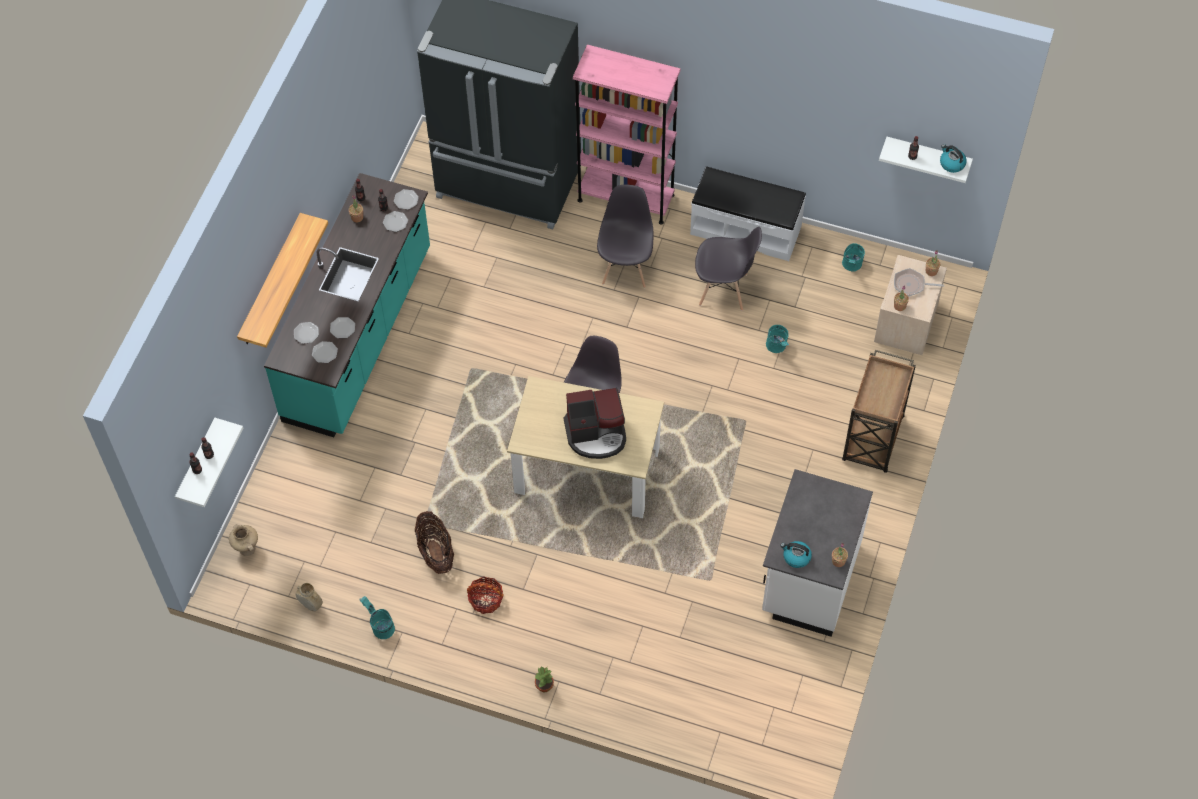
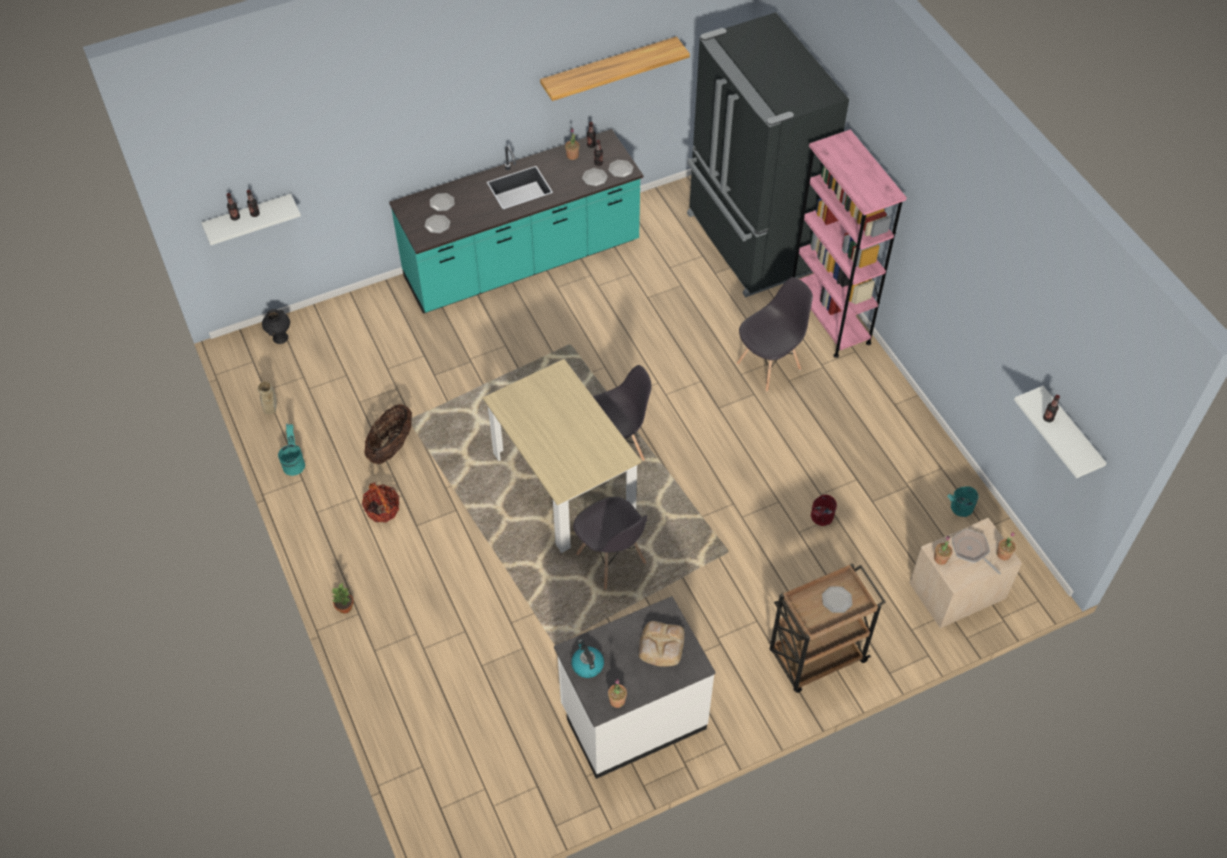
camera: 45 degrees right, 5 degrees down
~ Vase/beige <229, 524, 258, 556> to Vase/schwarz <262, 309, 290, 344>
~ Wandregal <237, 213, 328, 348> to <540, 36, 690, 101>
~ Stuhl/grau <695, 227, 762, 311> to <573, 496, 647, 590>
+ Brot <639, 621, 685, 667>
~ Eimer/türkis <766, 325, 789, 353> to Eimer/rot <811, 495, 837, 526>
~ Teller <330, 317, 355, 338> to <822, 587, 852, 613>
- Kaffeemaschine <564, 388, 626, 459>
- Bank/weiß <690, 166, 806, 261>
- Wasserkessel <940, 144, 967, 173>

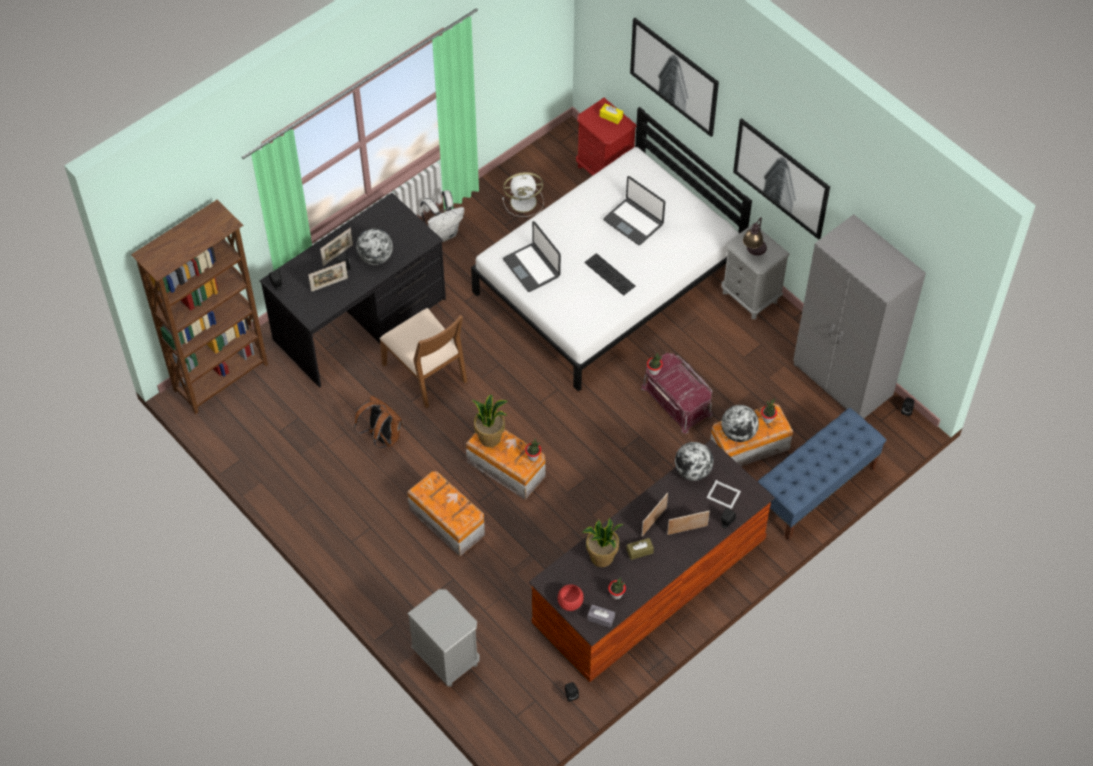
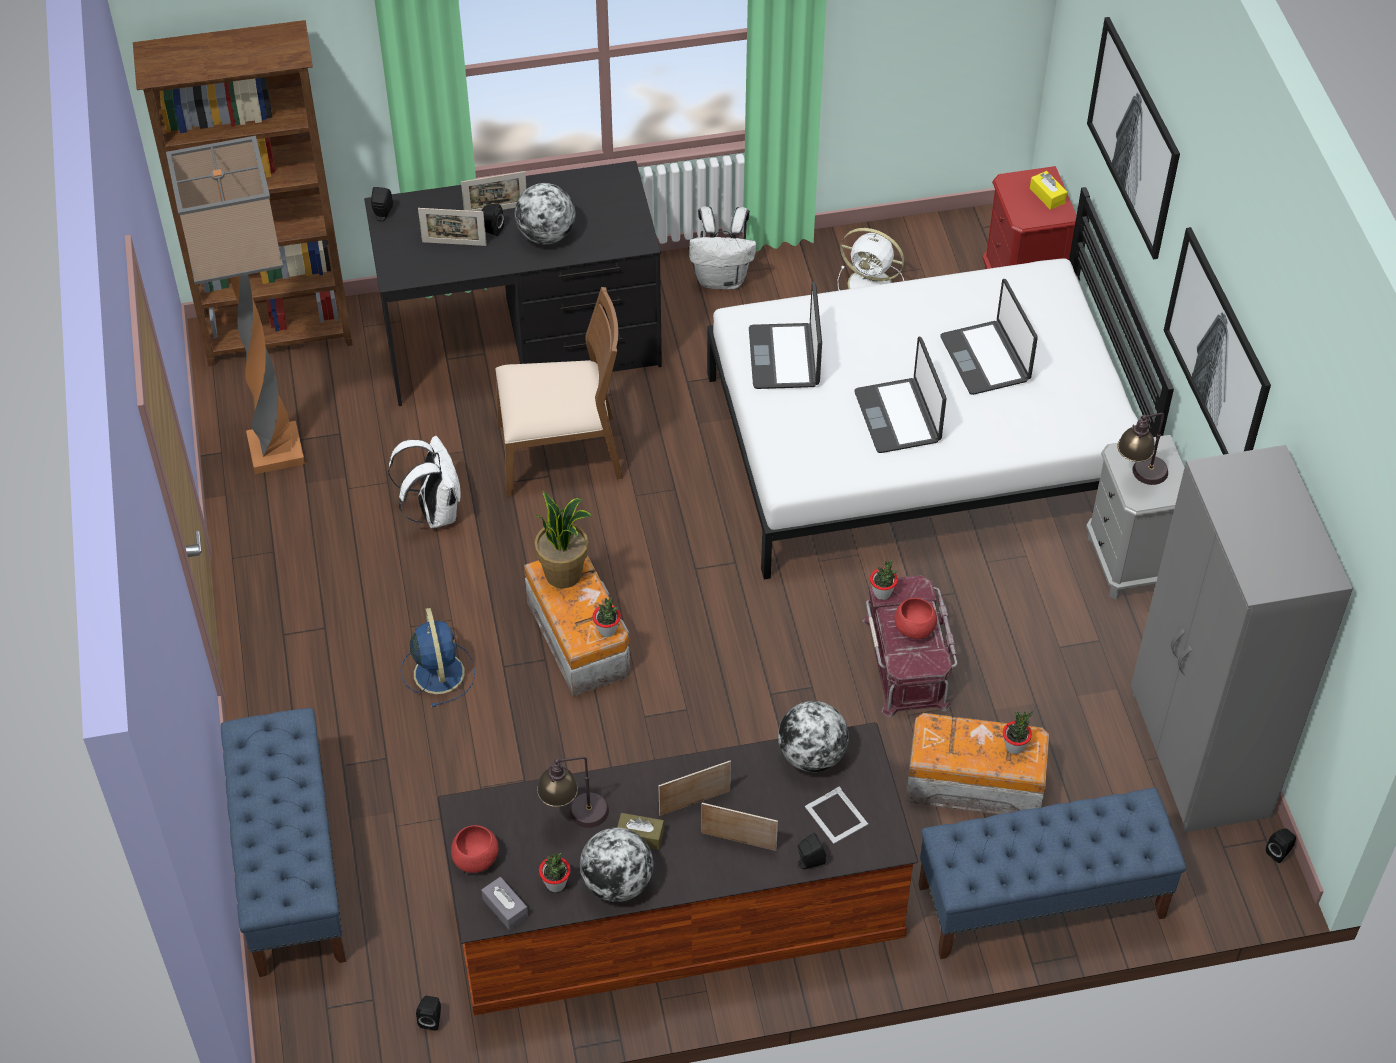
camera: 30 degrees right, 5 degrees down
+ Stehlampe <166, 136, 305, 474>
~ Nachttisch/grau <407, 589, 480, 687> to Bank/blau <221, 708, 346, 977>
~ Rucksack/braun <354, 395, 404, 448> to Rucksack/weiß <388, 436, 461, 528>
~ Aufbewahrungsbox <407, 471, 485, 557> to Ventilator/blau <400, 608, 475, 707>
~ Stuhl/braun <379, 308, 467, 408> = <495, 287, 623, 497> 90 degrees counterclockwise
~ Topfpflanze <582, 518, 624, 567> to Tischlampe <537, 757, 609, 828>
~ Globus <721, 405, 759, 442> to <580, 828, 653, 902>
~ Tastatur <584, 253, 635, 296> to Laptop <854, 336, 947, 453>
+ Schüssel/rot <894, 598, 937, 639>

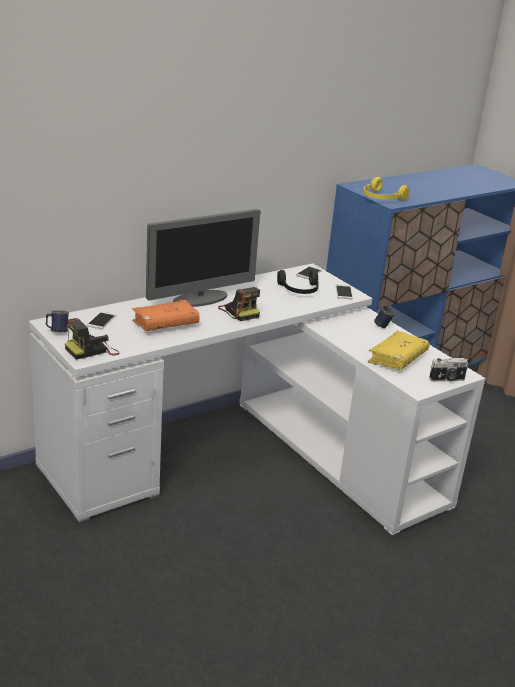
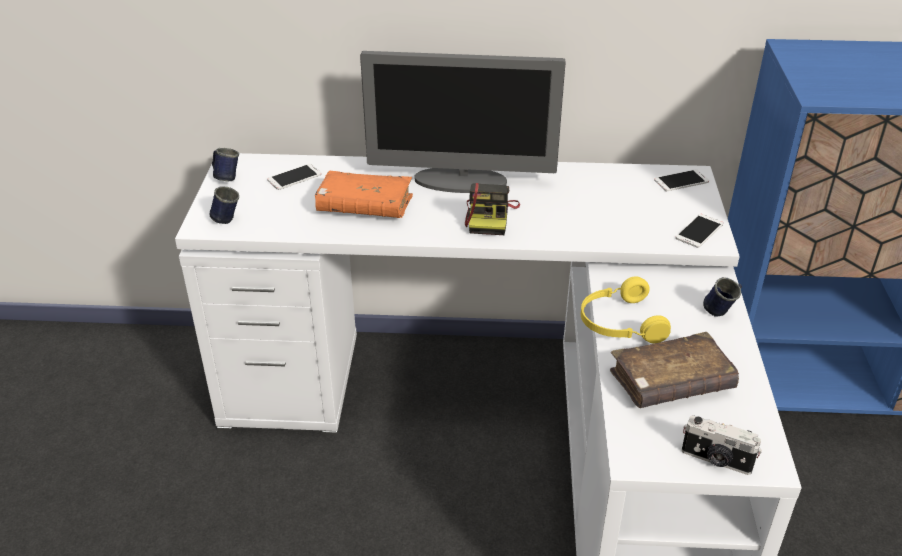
camera: 40 degrees right, 10 degrees up
~ Kamera <65, 318, 120, 360> to Henkelbecher/blau <209, 186, 239, 224>
~ Kopfhörer/gelb <363, 177, 410, 201> to <581, 276, 671, 343>
~ Buch/gelb <368, 331, 430, 370> to Buch/braun <610, 332, 739, 408>
- Kopfhörer/schwarz <277, 270, 319, 294>

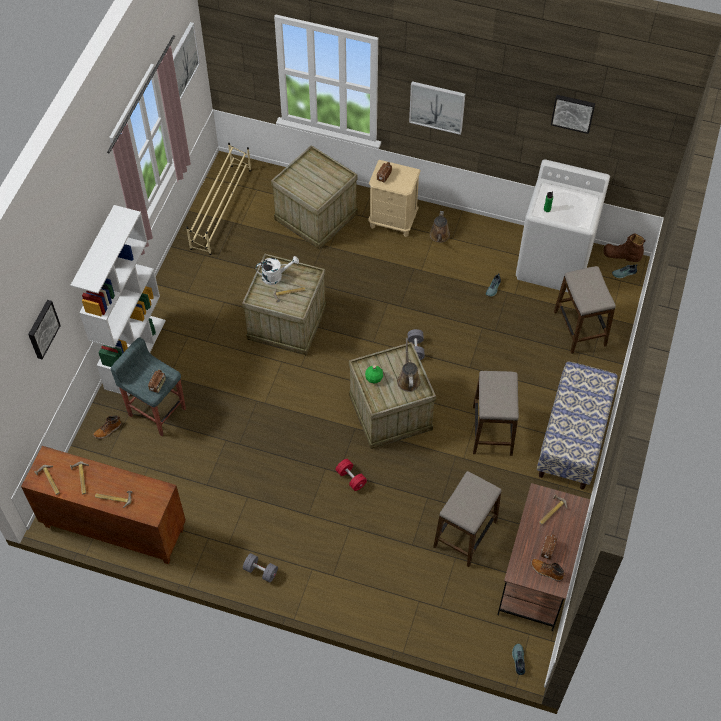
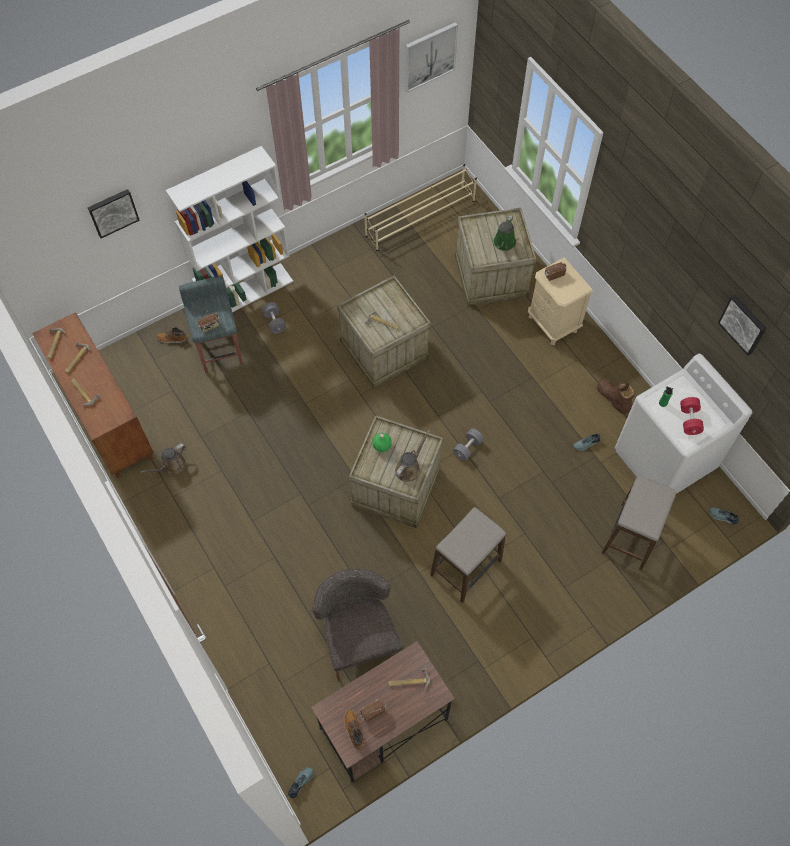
camera: 40 degrees right, 5 degrees up
~ Gießkanne/braun <430, 211, 450, 242> to <140, 443, 186, 475>
~ Hantel/grau <243, 553, 278, 582> to <262, 302, 286, 334>
~ Hocker <433, 471, 502, 567> to Stuhl/grau <312, 569, 402, 681>
+ Gießkanne/grün <493, 216, 516, 251>
~ Stiefel/braun <603, 234, 645, 262> to <597, 379, 635, 414>
~ Hantel/rot <336, 459, 367, 491> to <680, 397, 704, 435>
- Gießkanne/weiß <256, 256, 299, 285>
- Bild <409, 81, 465, 135>
- Bank <537, 361, 617, 490>

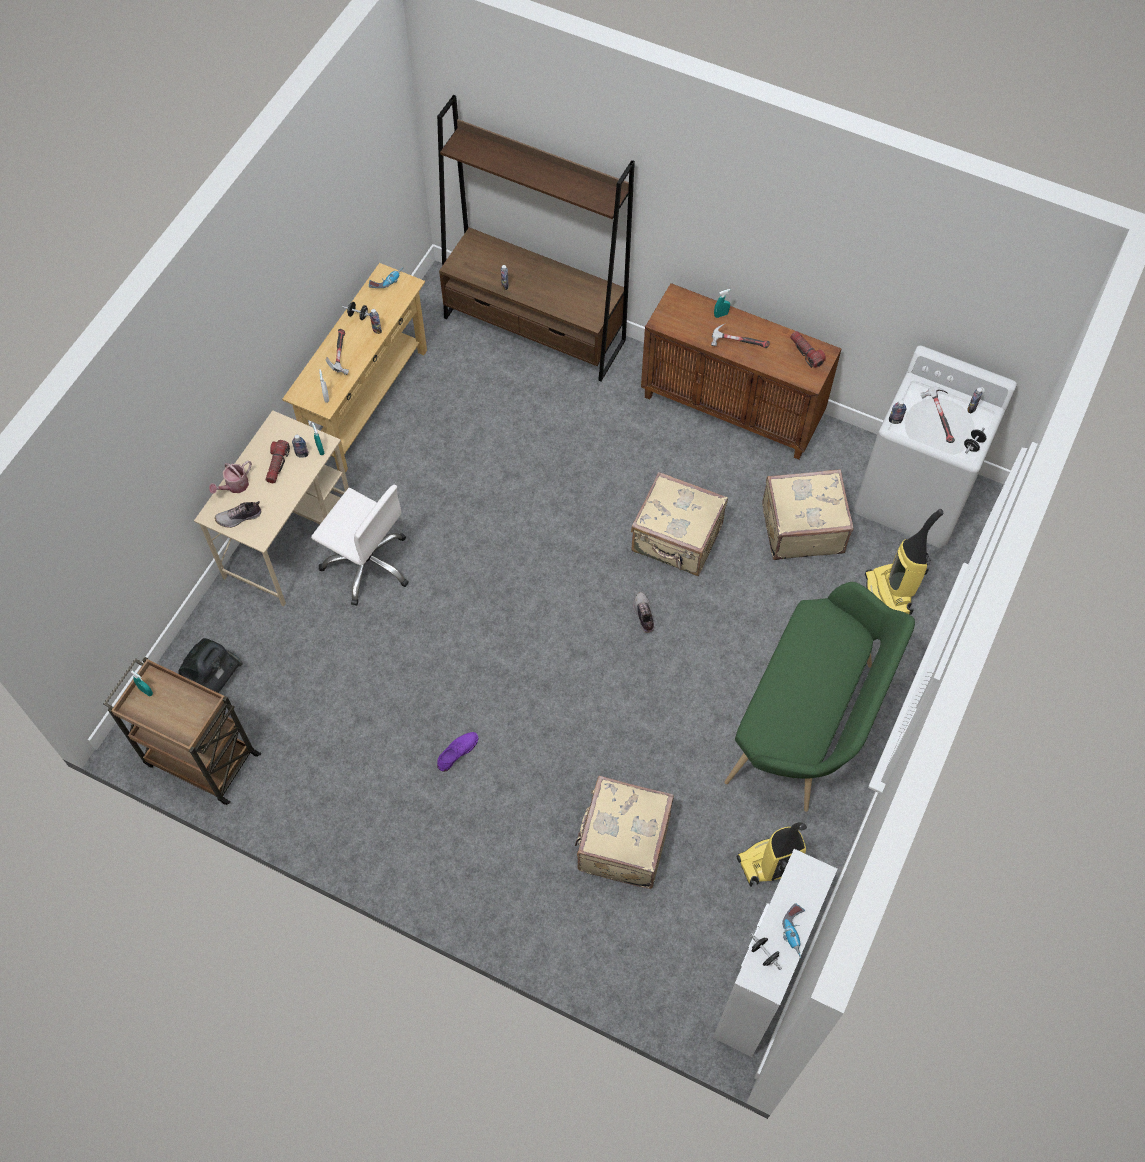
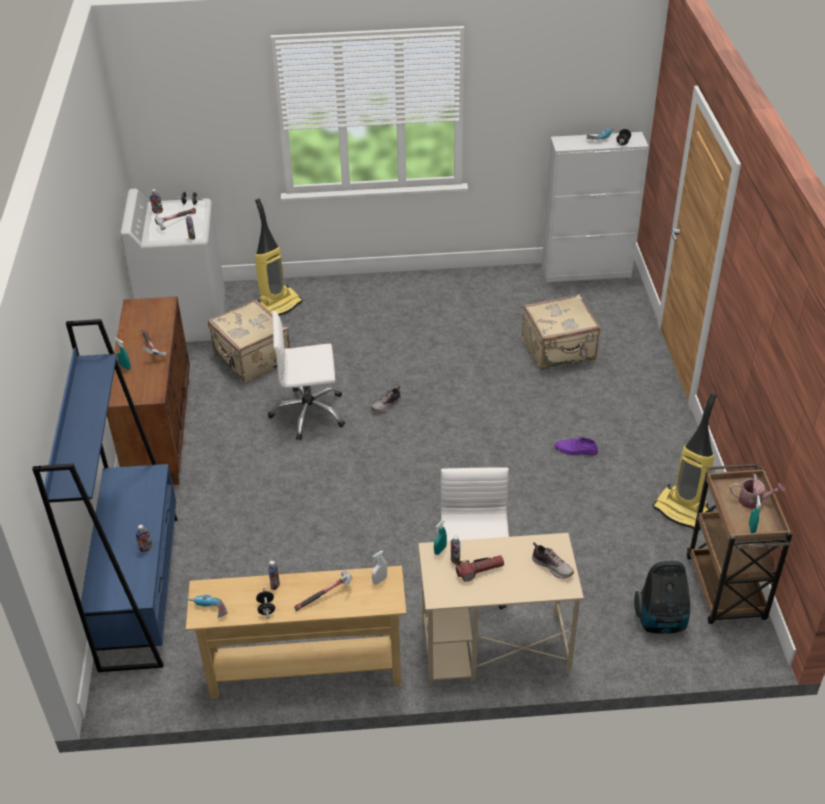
camera: 120 degrees left, 20 degrees down
~ Bücherregal/braun <437, 95, 635, 381> to Bücherregal/blau <32, 319, 177, 672>
~ Koffer/beige <631, 472, 728, 576> to Bürostuhl/weiß <268, 311, 345, 440>
~ Staubsauger <737, 822, 807, 887> to <653, 393, 717, 530>
~ Gießkanne <209, 461, 252, 494> to <730, 474, 785, 509>
- Bank/grün <724, 582, 915, 812>
- Taschenlampe <790, 331, 826, 368>

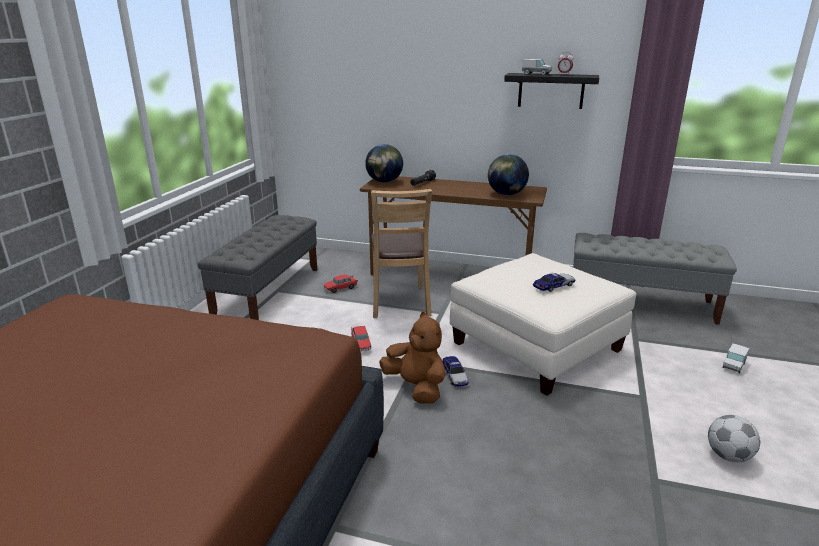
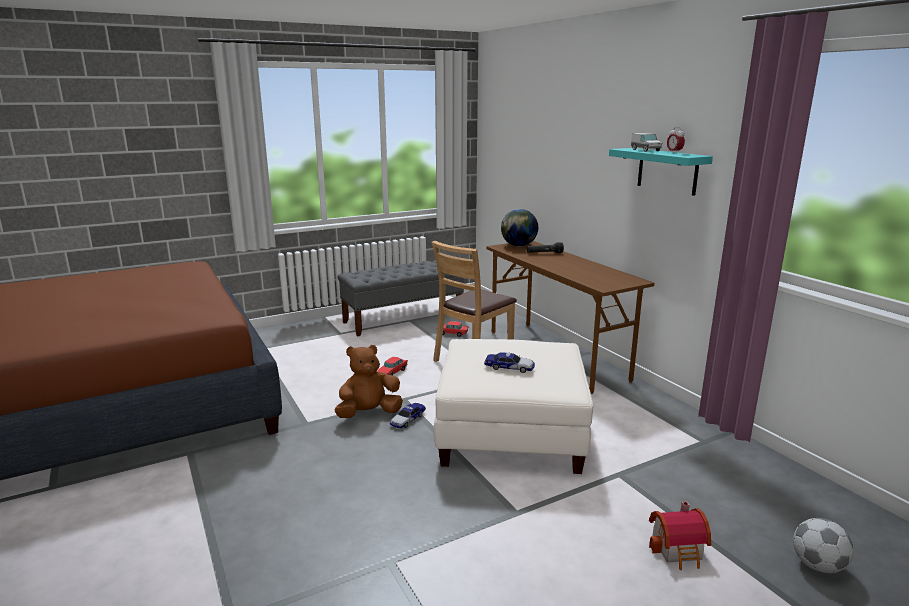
camera: 45 degrees right, 5 degrees down
~ Plüschtier/braun <379, 312, 446, 404> = <335, 345, 403, 418> 120 degrees counterclockwise
~ Wandregal/schwarz <504, 73, 599, 109> to Wandregal/türkis <609, 148, 713, 196>
~ Spielzeuglaster <723, 343, 749, 373> to Spielzeughaus <649, 501, 711, 570>
~ Fußball <708, 415, 760, 462> to <793, 518, 853, 574>
- Globus <488, 154, 529, 195>
- Bank/grau <573, 233, 737, 325>

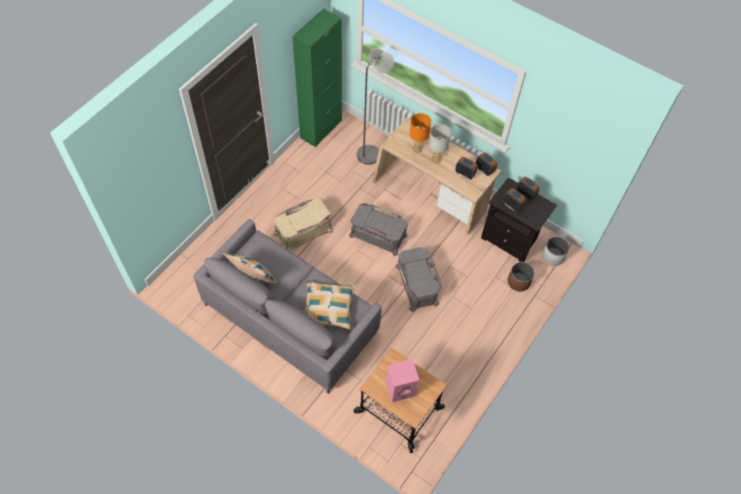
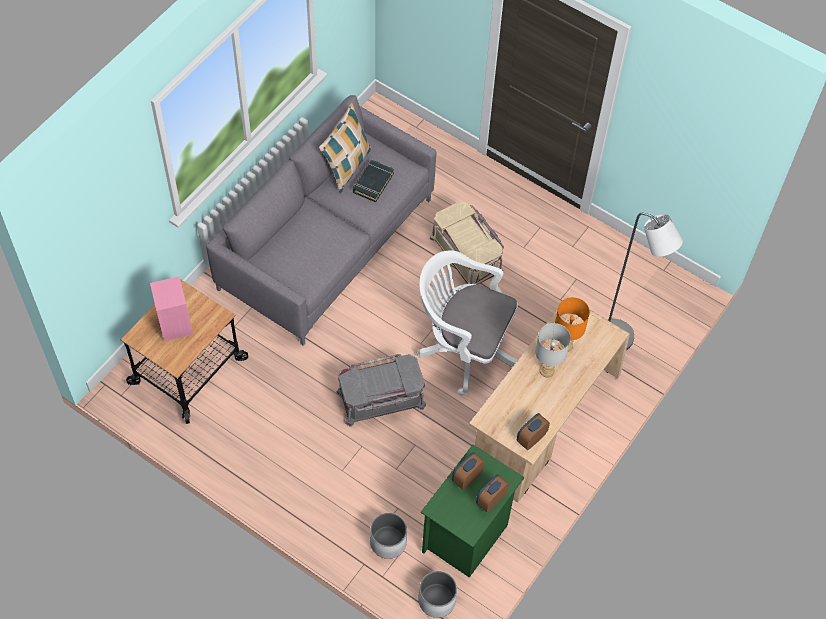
camera: 90 degrees right, 0 degrees up
+ Buch/schwarz <353, 160, 394, 202>
~ Pflanzkübel/braun <508, 262, 534, 292> to Pflanzkübel/weiß <370, 513, 407, 559>
~ Aufbewahrungsbox/grau <349, 203, 408, 256> to Bürostuhl/weiß <417, 250, 518, 396>
~ Nachttisch/schwarz <481, 177, 557, 262> to Nachttisch/grün <421, 444, 524, 578>
- Schrank/grün <292, 8, 342, 147>
- Kissen <305, 281, 355, 329>
- Wecker <455, 157, 478, 179>

